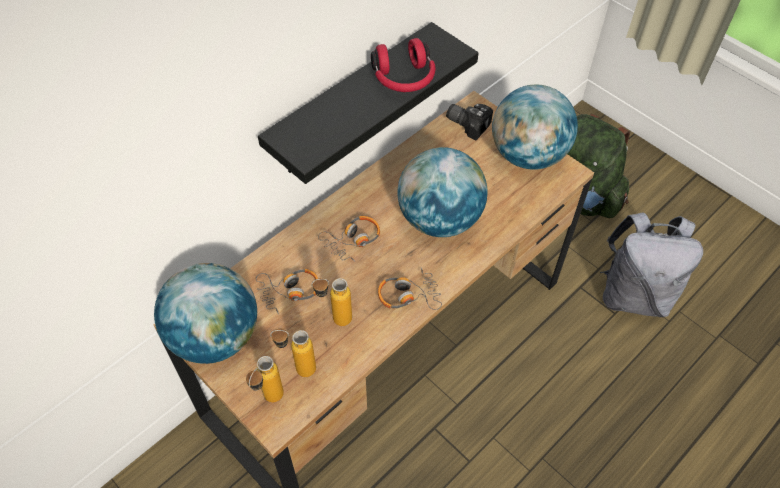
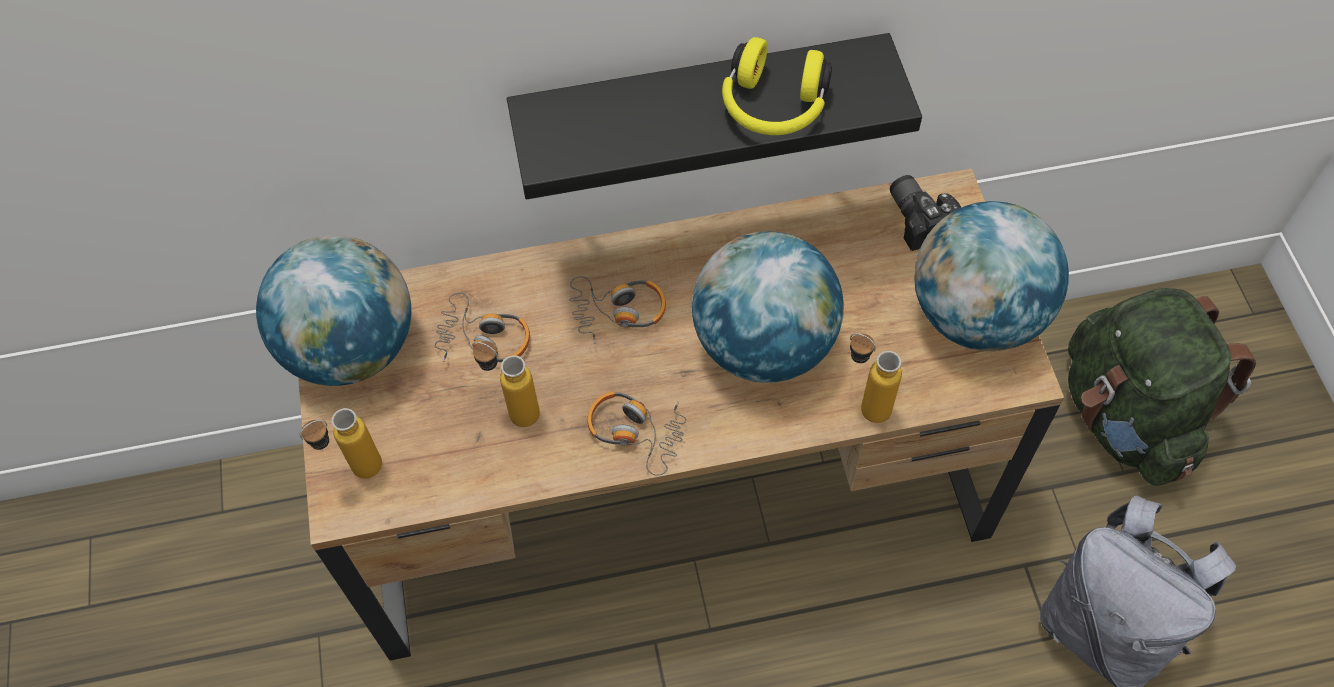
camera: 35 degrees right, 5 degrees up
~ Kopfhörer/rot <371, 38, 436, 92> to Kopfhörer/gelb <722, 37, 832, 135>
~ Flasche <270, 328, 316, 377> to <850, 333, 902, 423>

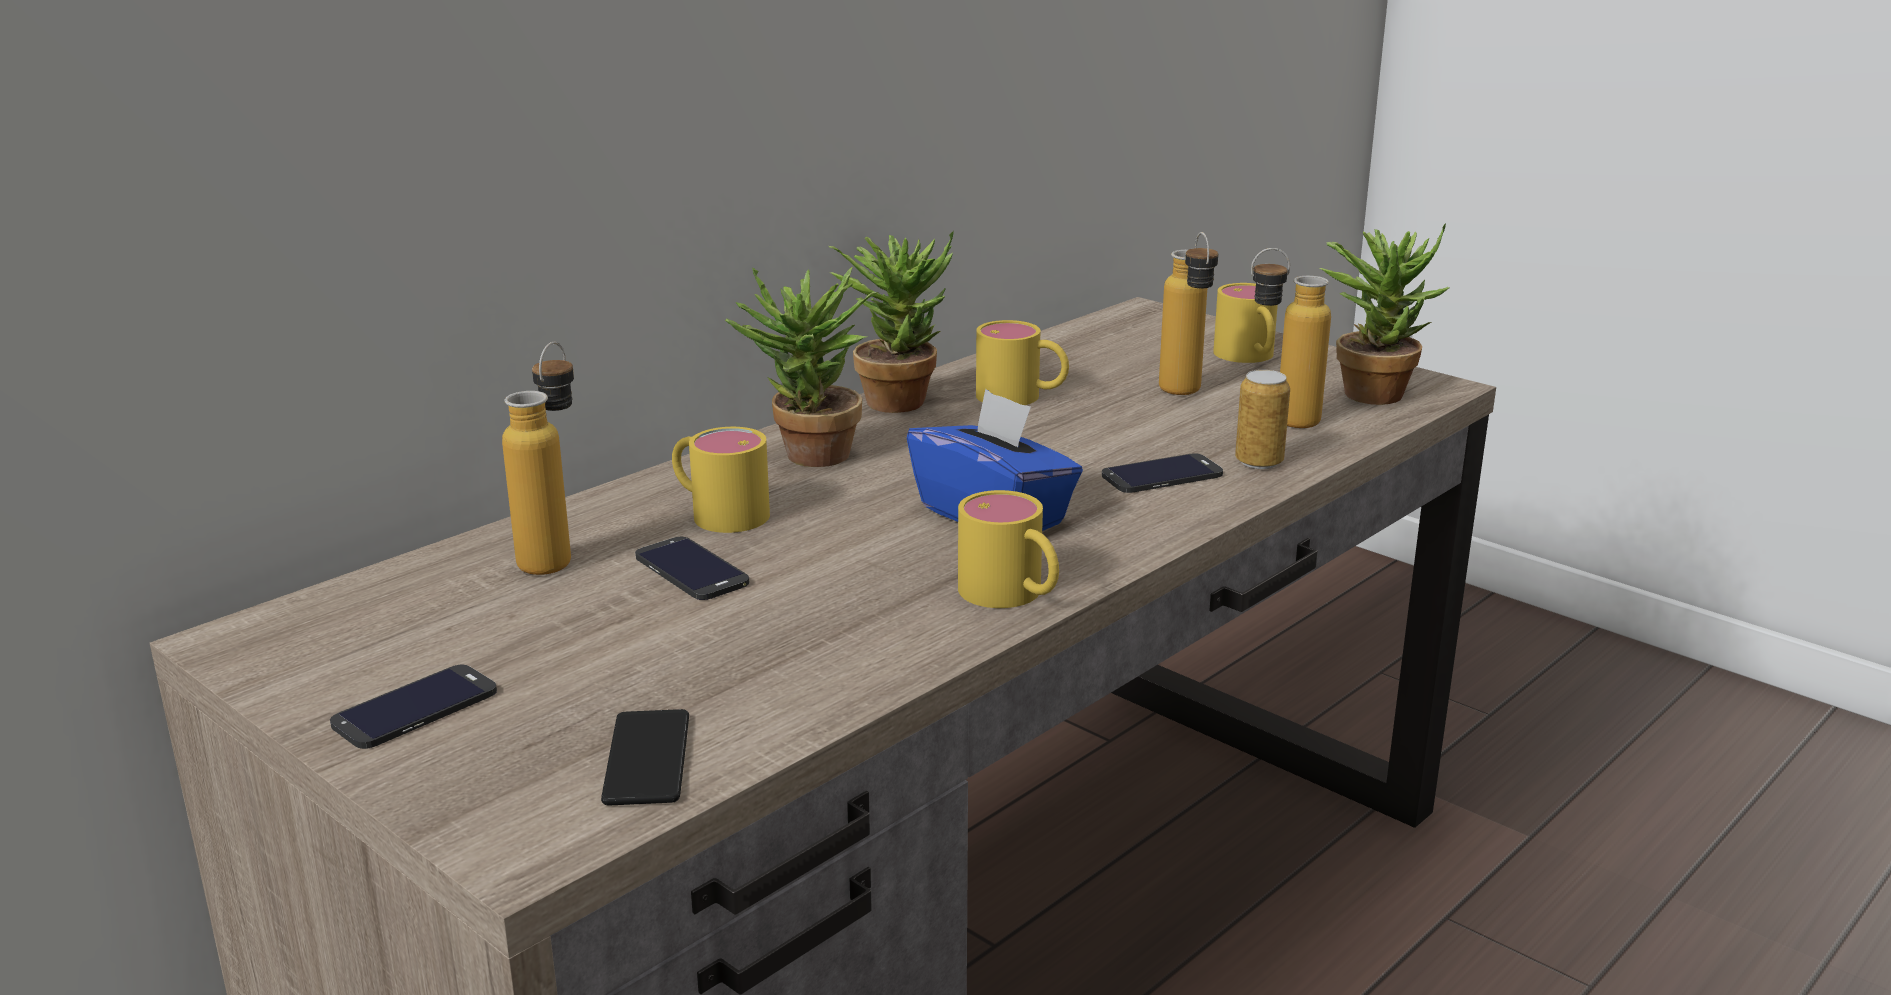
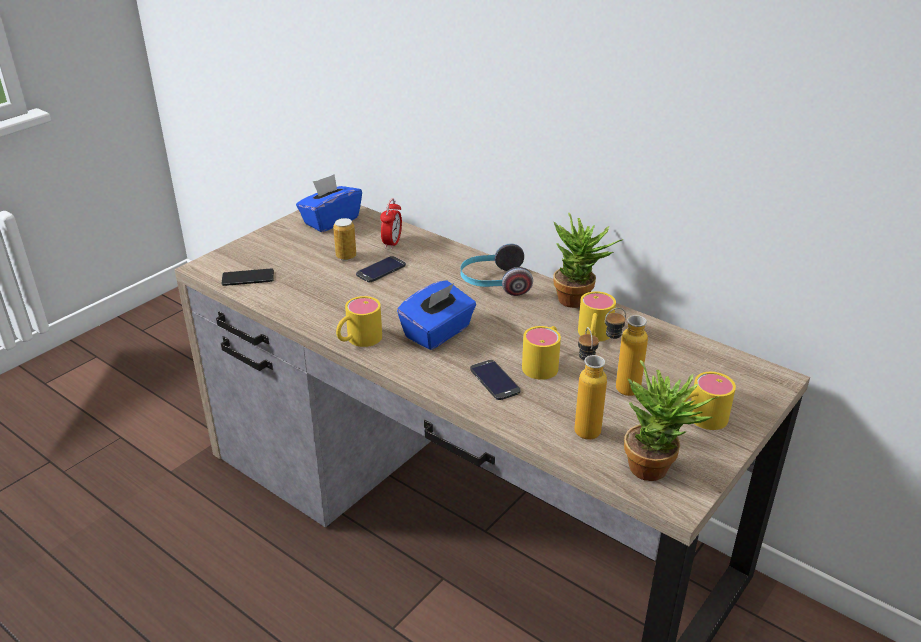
camera: 85 degrees right, 10 degrees up
+ Taschentuchbox/blau <296, 174, 362, 232>
~ Dose <1235, 370, 1290, 469> to <333, 218, 356, 260>
~ Flasche <502, 342, 574, 575> to Wecker <380, 198, 402, 249>
~ Topfpflanze <725, 266, 878, 467> to Kopfhörer <460, 243, 533, 296>
~ Henkelbecher/gelb <672, 427, 770, 533> to <522, 326, 561, 380>
- Handy <330, 665, 497, 749>

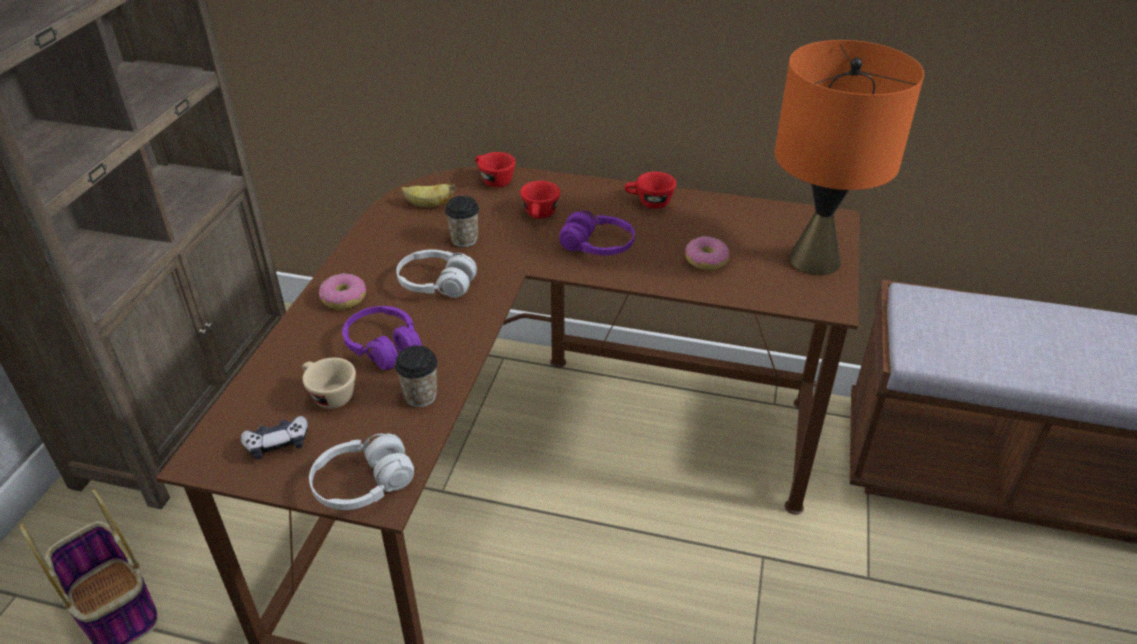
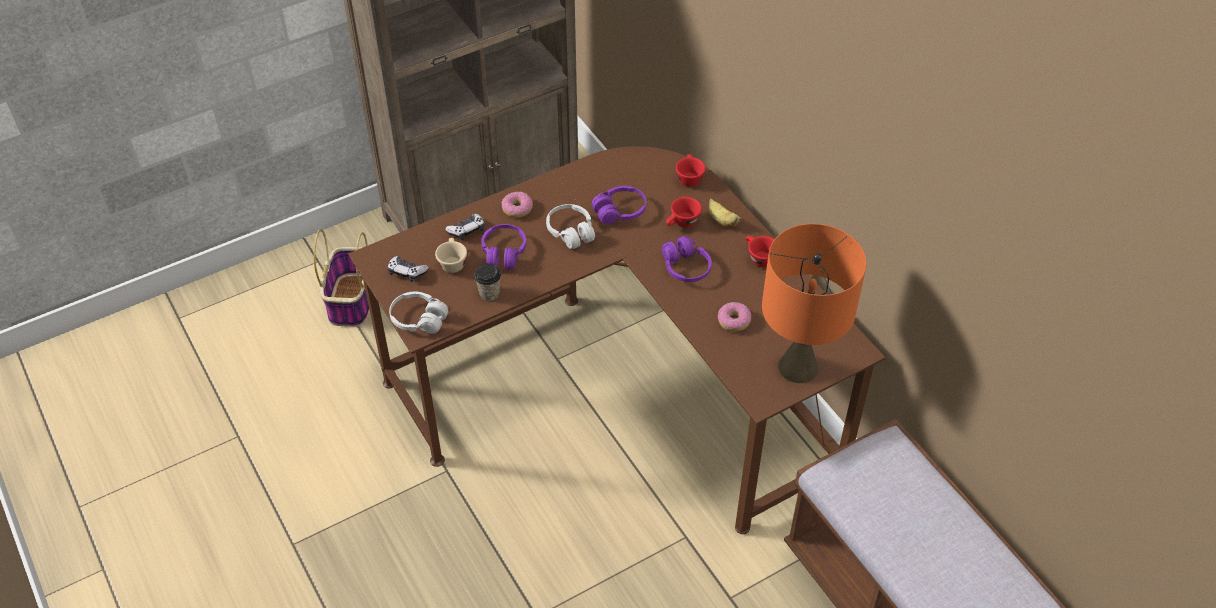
camera: 45 degrees right, 10 degrees up
+ Gamepad <445, 214, 485, 240>
~ Tasse <445, 196, 479, 247> to Kopfhörer/lila <592, 186, 646, 225>
~ Banane <401, 184, 455, 207> to <709, 199, 741, 227>

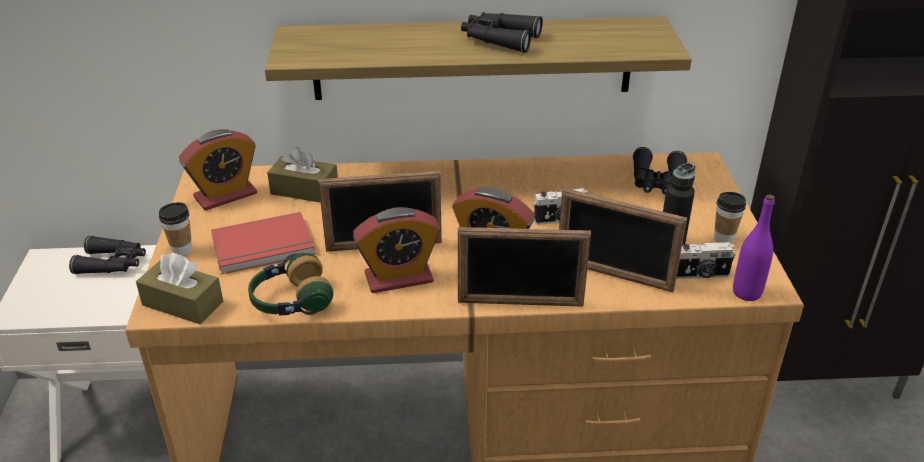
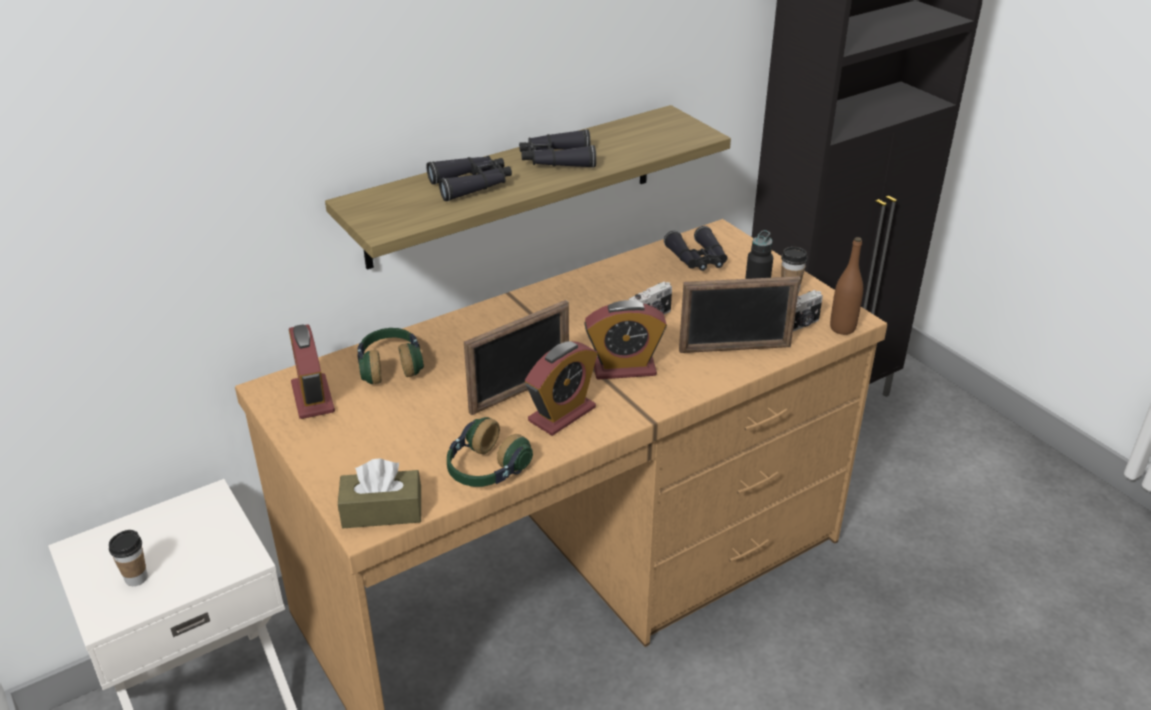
camera: 30 degrees left, 0 degrees up
~ Tasse <159, 202, 192, 256> to <109, 530, 148, 586>
~ Wecker <179, 129, 257, 211> = <289, 324, 335, 419> 135 degrees clockwise
~ Taschentuchbox/braun <267, 147, 338, 203> to Kopfhörer <358, 328, 424, 384>
~ Fernglas/schwarz <69, 235, 146, 274> to <426, 156, 512, 201>
~ Flasche/lila <733, 194, 775, 301> to Flasche/braun <830, 237, 863, 335>
- Buch/rot <211, 212, 315, 275>
- Bilderrahmen <458, 227, 591, 307>

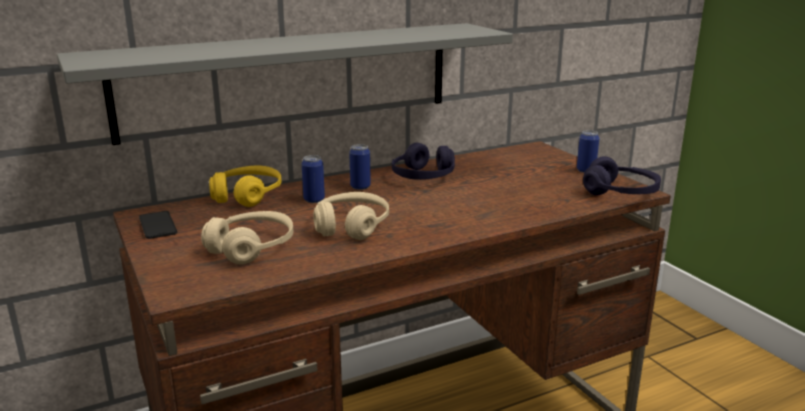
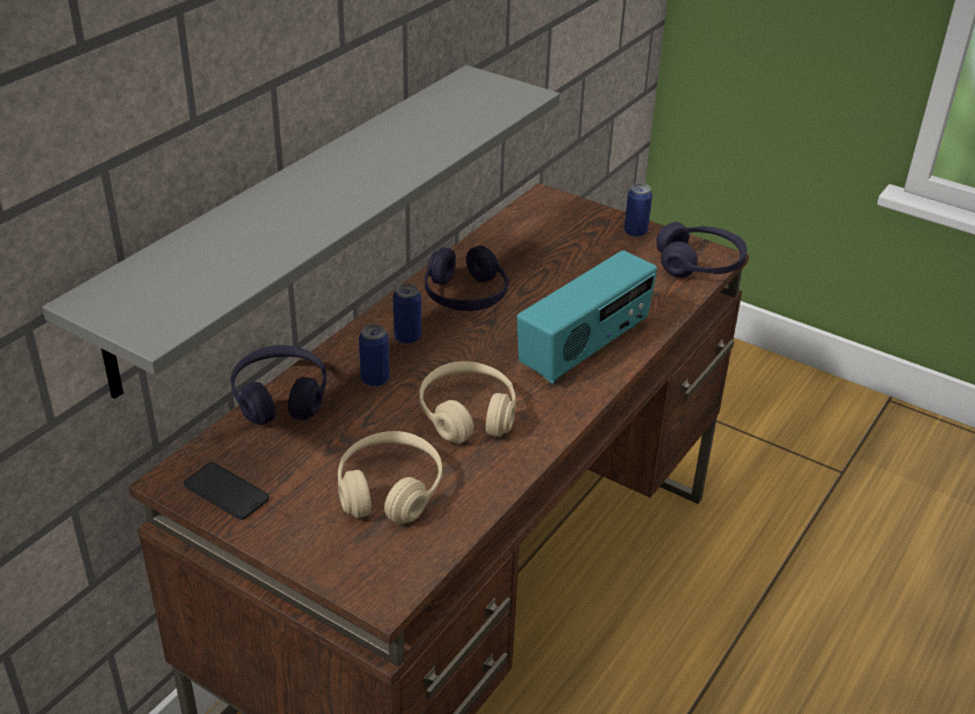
camera: 30 degrees left, 15 degrees up
~ Kopfhörer/gelb <209, 166, 282, 207> to Kopfhörer/lila <230, 345, 327, 425>
+ Radio <517, 250, 657, 384>

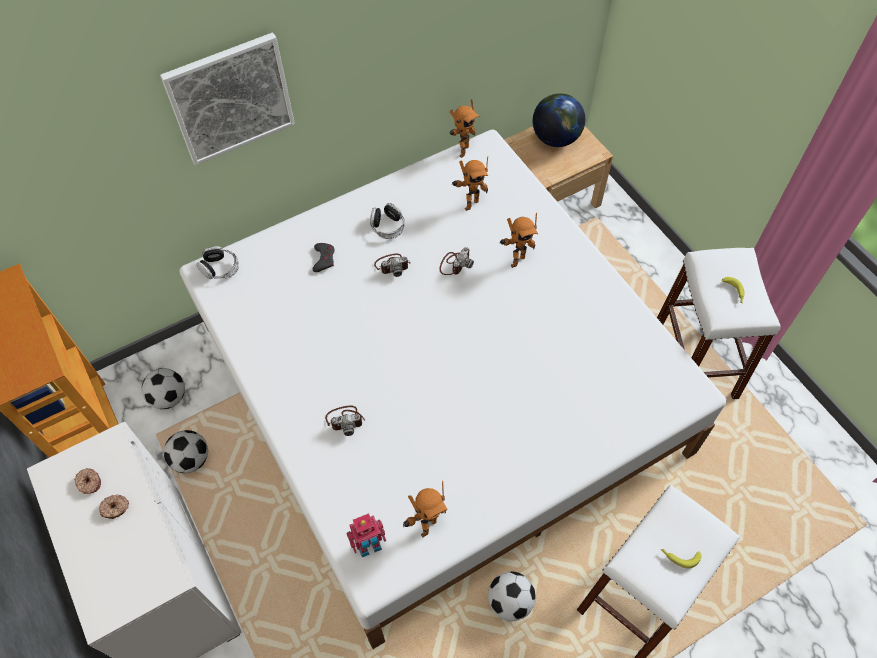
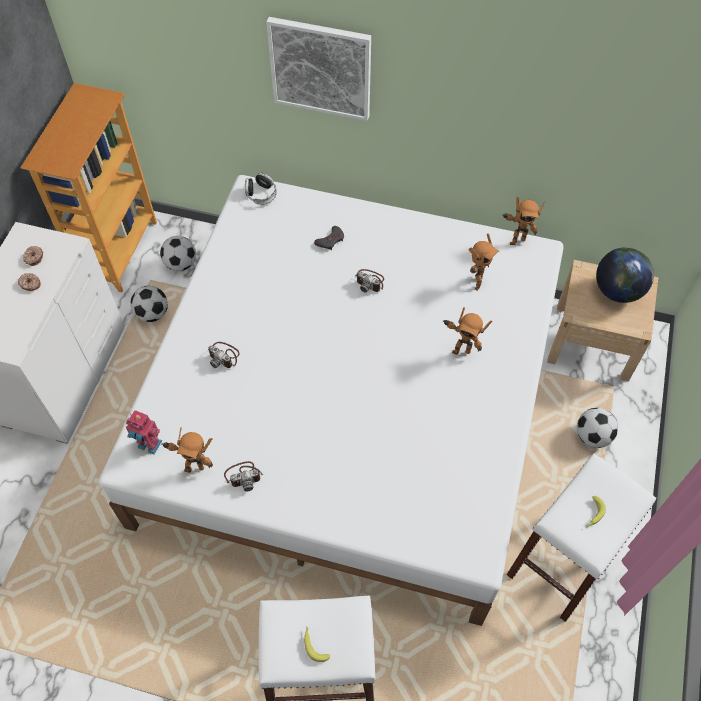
camera: 45 degrees right, 0 degrees up
~ Kamera <439, 247, 474, 275> to <224, 461, 263, 491>
~ Spielzeugroboter <452, 156, 488, 211> = <468, 234, 499, 290> 75 degrees counterclockwise
~ Fußball <488, 571, 536, 621> to <577, 408, 618, 448>
- Kopfhörer <370, 203, 405, 239>

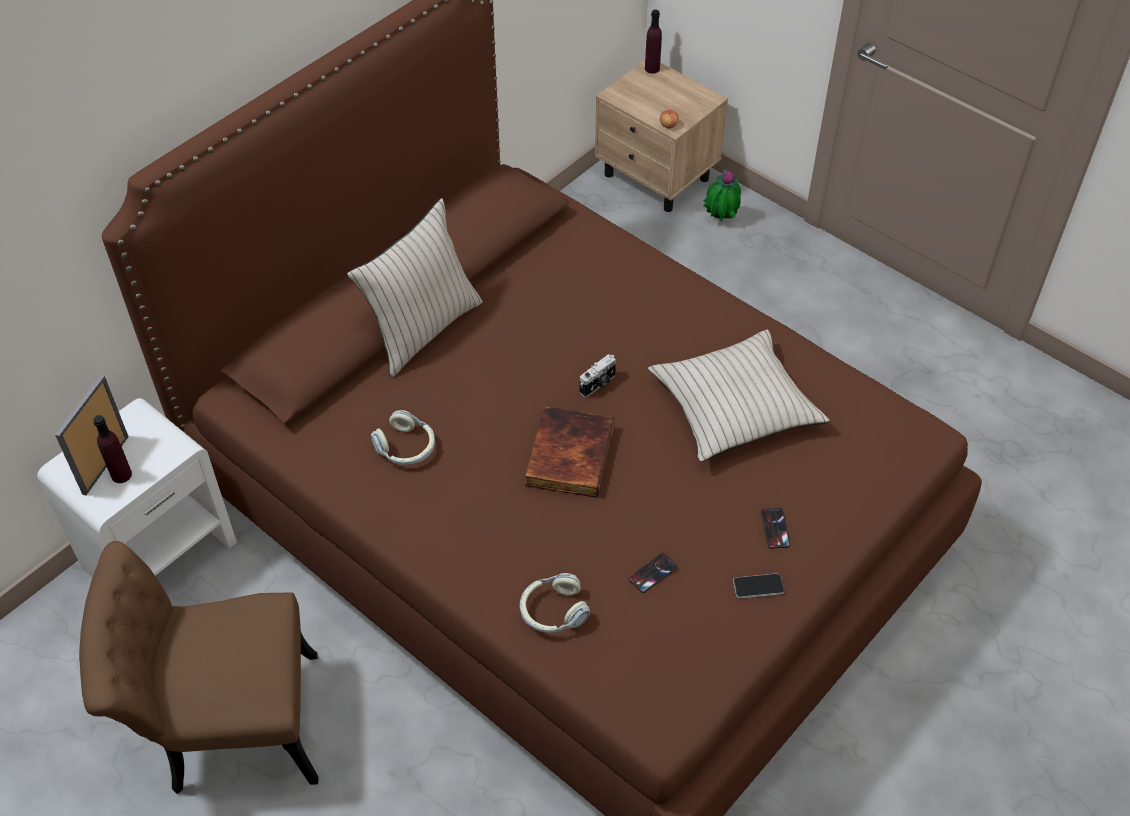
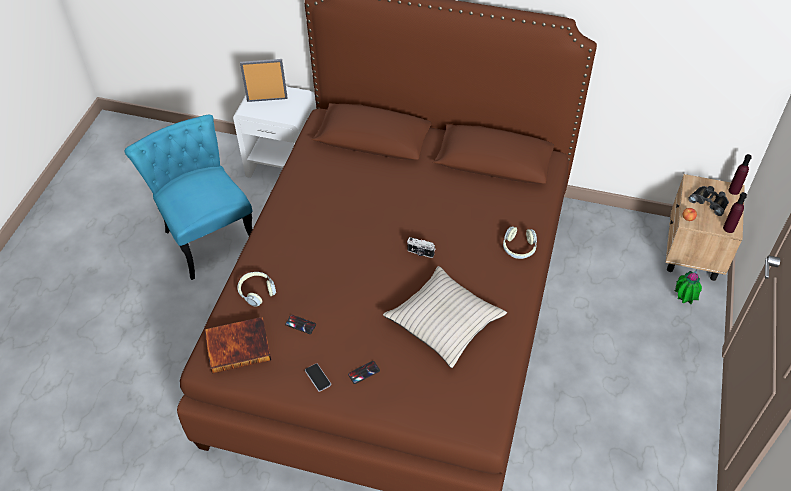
camera: 65 degrees right, 0 degrees up
~ Stuhl/braun <79, 541, 319, 794> to Stuhl/türkis <124, 115, 253, 280>
~ Buch <525, 406, 615, 497> to <205, 317, 271, 373>
~ Kopfhörer <371, 410, 435, 465> to <503, 226, 537, 259>
+ Fernglas/schwarz <688, 186, 729, 216>
~ Flasche/lila <93, 415, 132, 483> to <723, 192, 747, 233>
- Kissen/beige <347, 198, 482, 377>

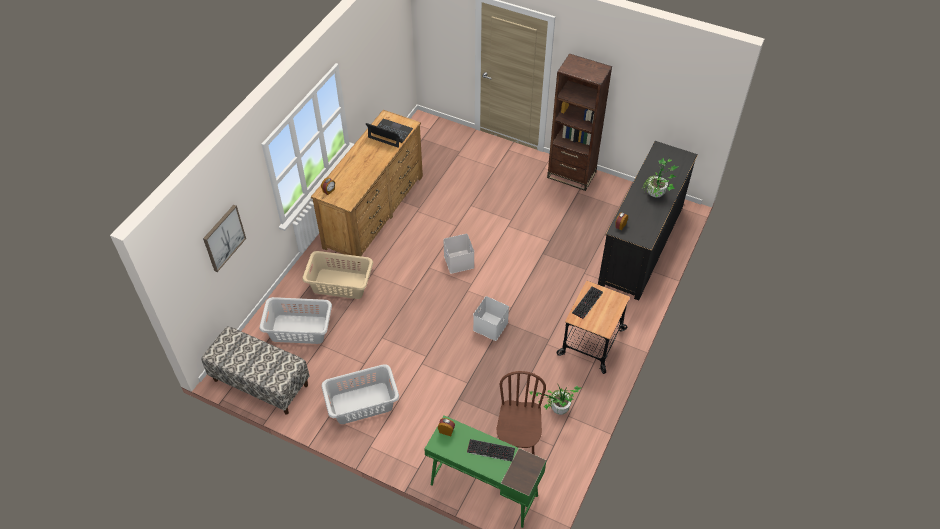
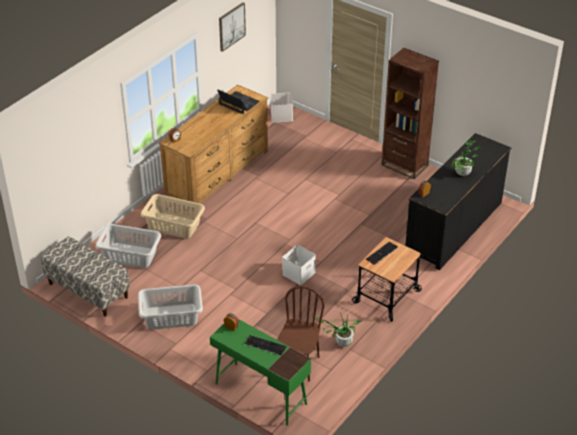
camera: 10 degrees right, 10 degrees down
~ Bild <203, 205, 246, 272> to <219, 2, 246, 52>
~ Aufbewahrungsbox/weiß <443, 234, 474, 274> to <271, 92, 293, 123>

